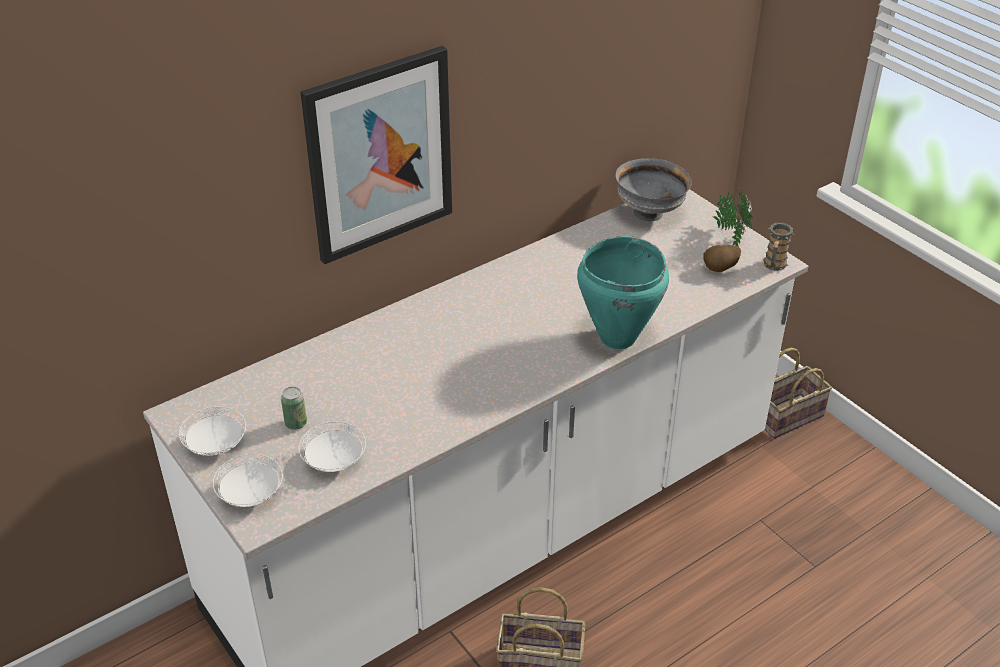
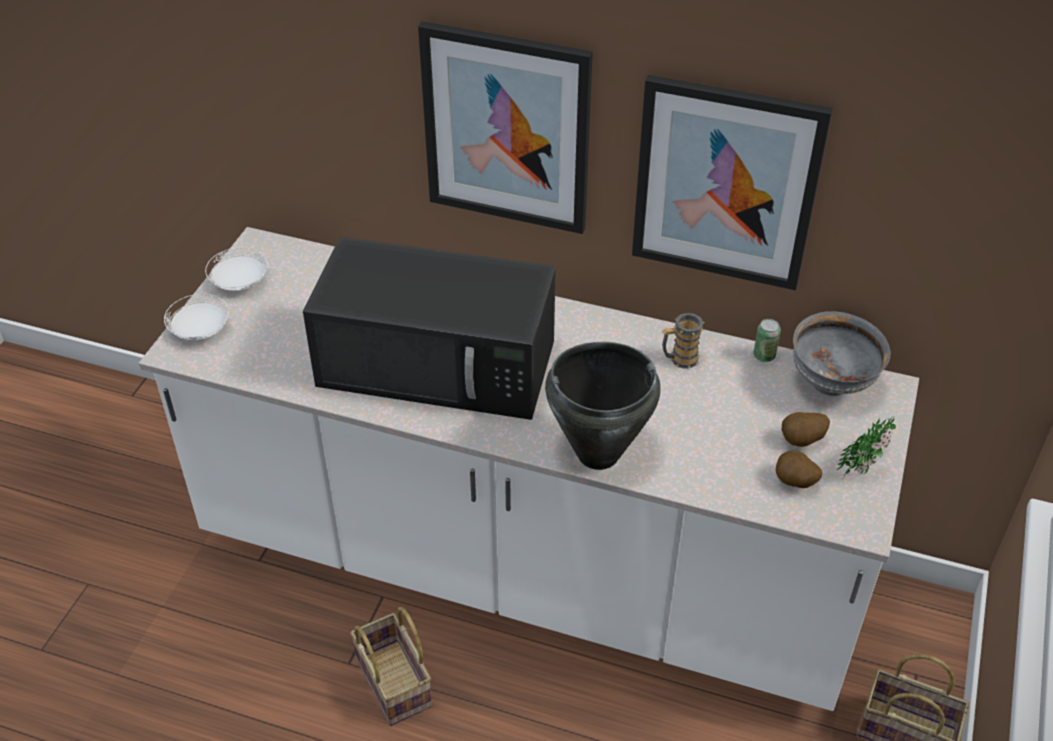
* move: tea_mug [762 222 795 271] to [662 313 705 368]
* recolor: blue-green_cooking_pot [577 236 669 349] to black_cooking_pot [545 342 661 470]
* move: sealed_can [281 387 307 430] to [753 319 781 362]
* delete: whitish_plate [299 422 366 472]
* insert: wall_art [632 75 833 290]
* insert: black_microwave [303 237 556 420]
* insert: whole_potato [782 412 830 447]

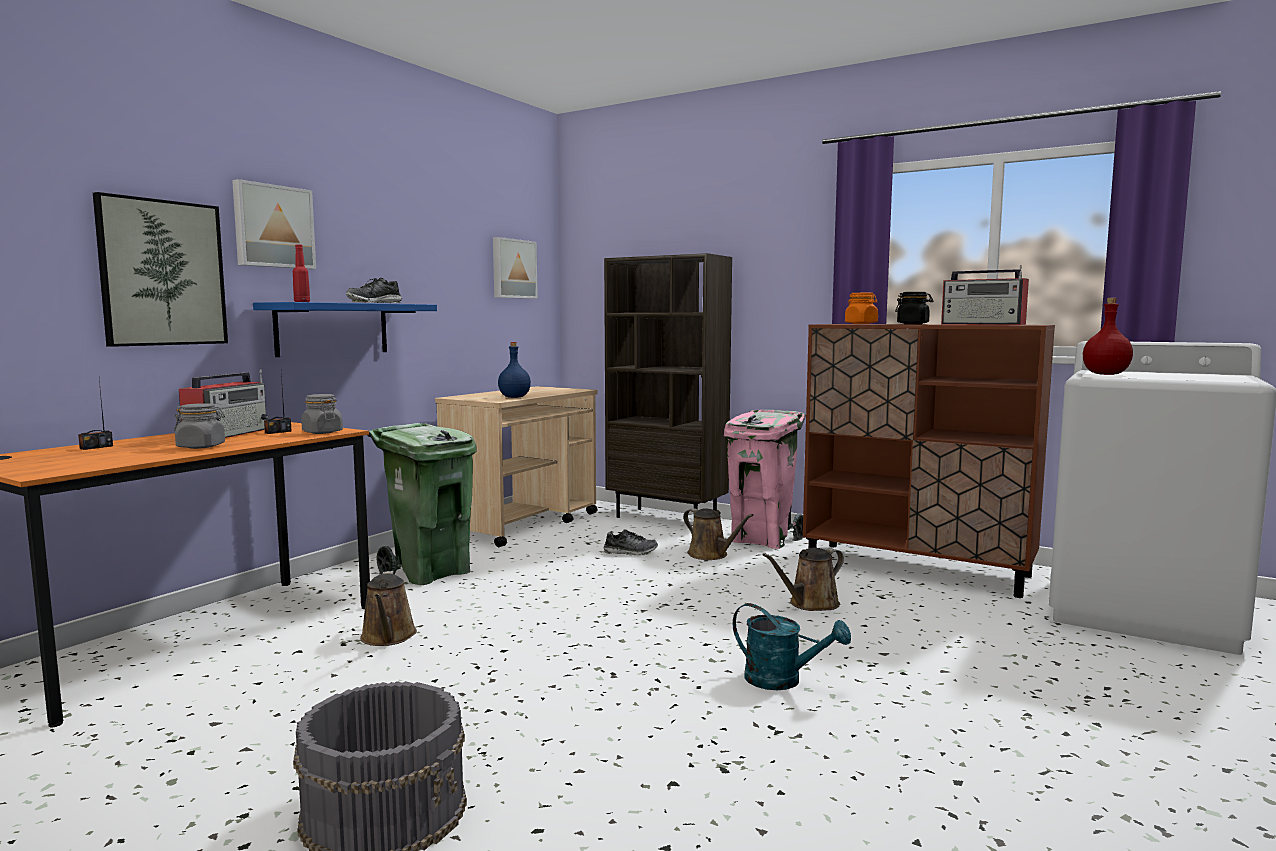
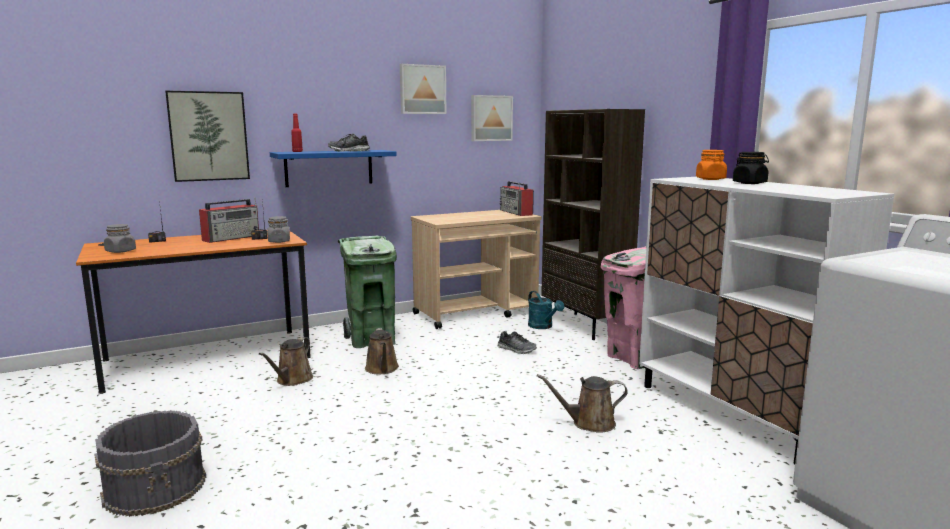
* move: wall_art [232 179 316 269] to [400 64 446 114]
* move: radio_set [941 265 1029 325] to [500 181 534 216]
* delete: red_beverage_bottle [1083 298 1133 375]
* recolor: brownish_storage_cabinet [803 324 1055 598] to whitish_storage_cabinet [639 177 895 464]
* delete: bluish_beverage_bottle [498 342 531 398]
* move: grey_jar [174 403 225 449] to [104 224 136 253]
* move: brownish_watering_pot [683 508 754 560] to [365 328 399 374]
* move: blue-green_watering_pot [733 603 851 690] to [528 291 564 329]

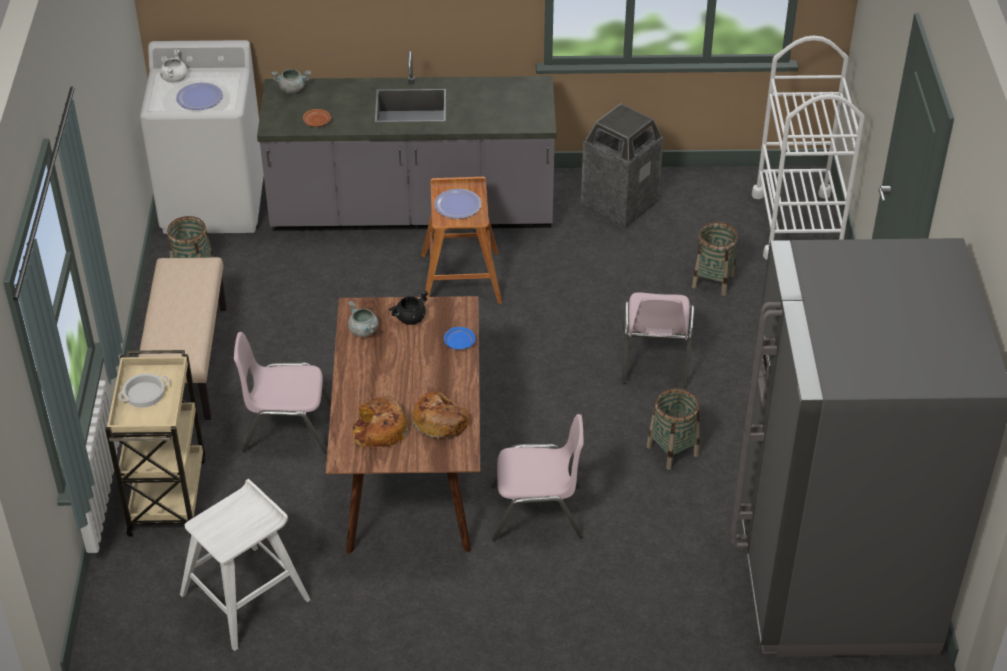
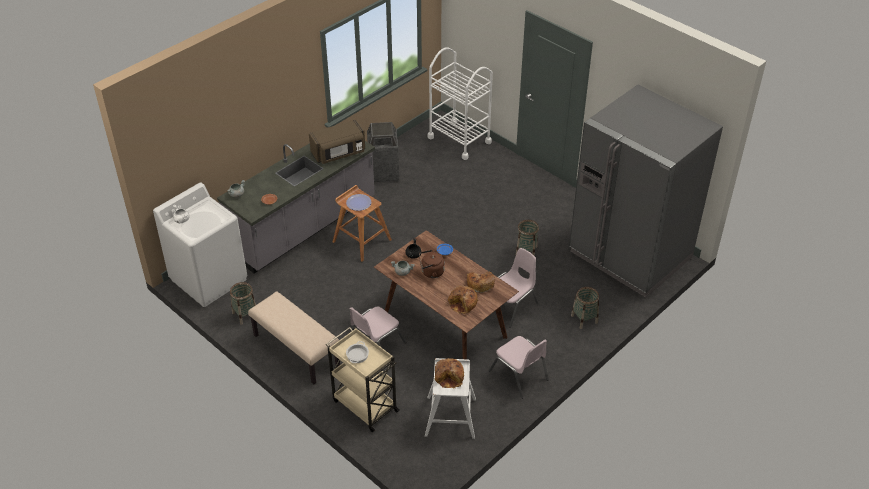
* delete: plate [176 83 223 110]
* move: storage_basket [692 222 738 296] to [571 287 599 329]
* move: pink_chair [622 292 695 388] to [488 336 549 399]
* insert: brownish_microwave [309 119 365 164]
* insert: brownish_tea_kettle [419 250 445 278]
* insert: bread [435 358 464 388]

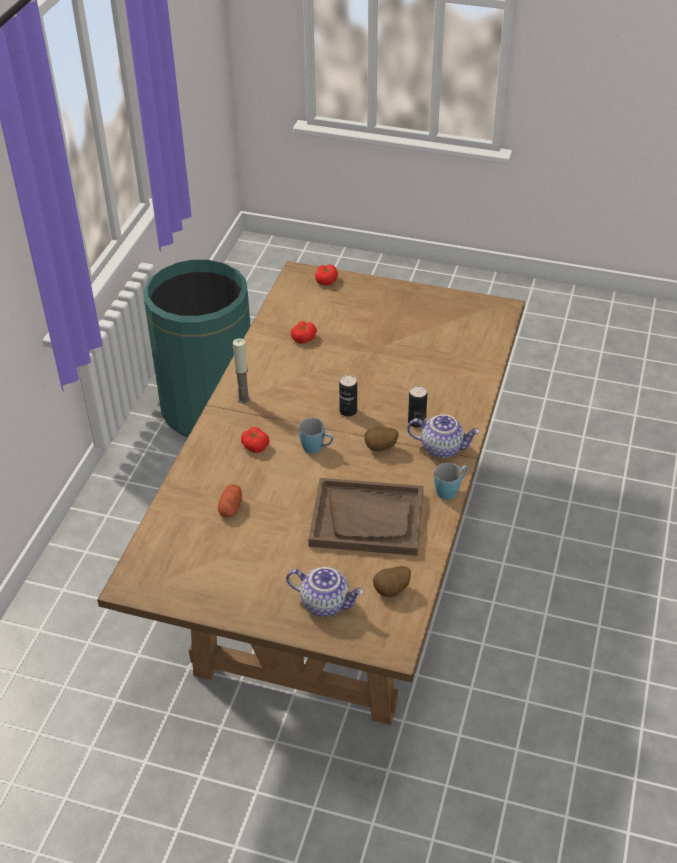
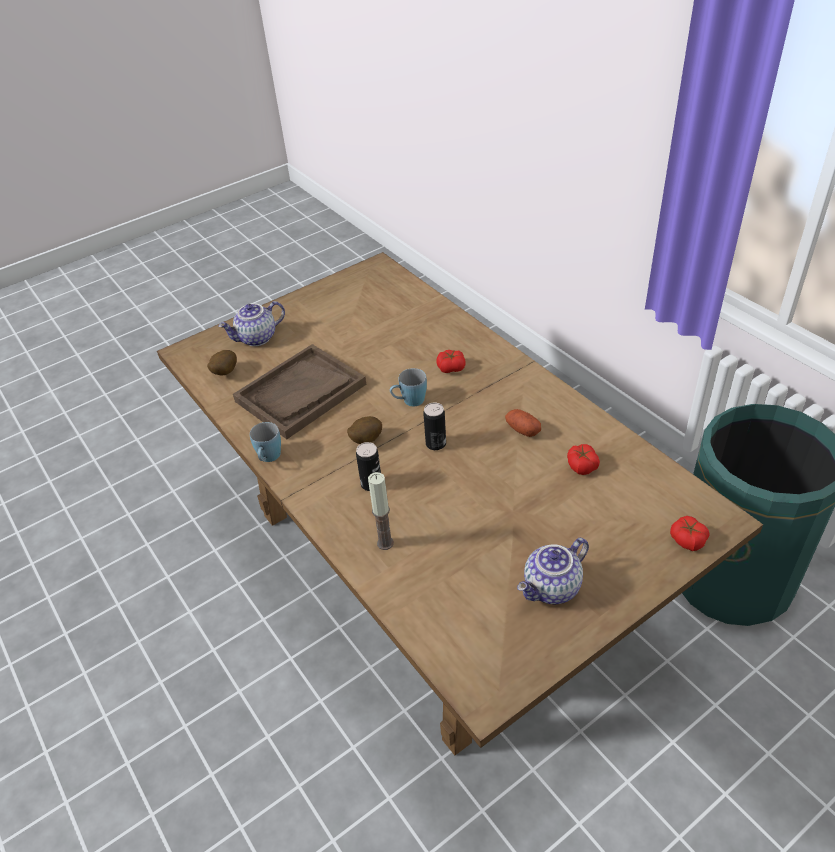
* move: wax_light [233 338 250 404] to [368 472 394 550]
* move: teapot [407 414 480 458] to [517 538 589 604]
* move: whole_potato [218 484 242 517] to [505 409 541 437]

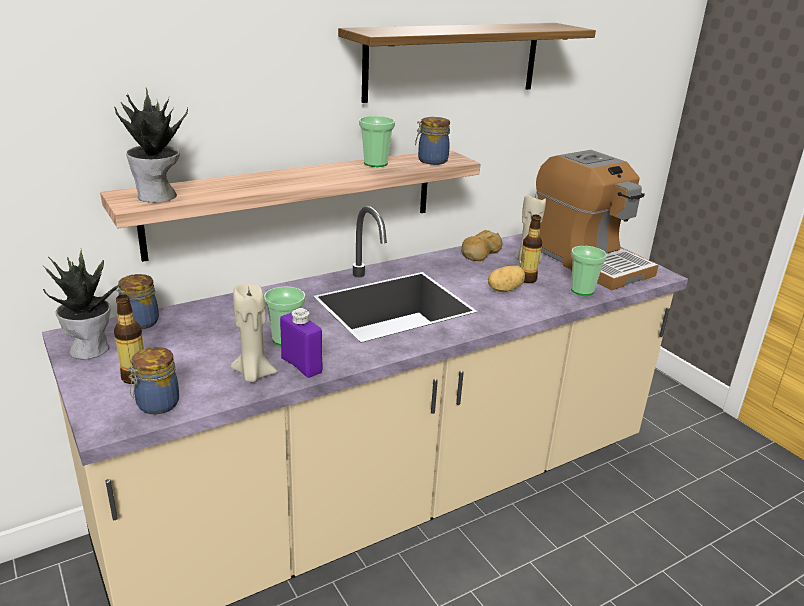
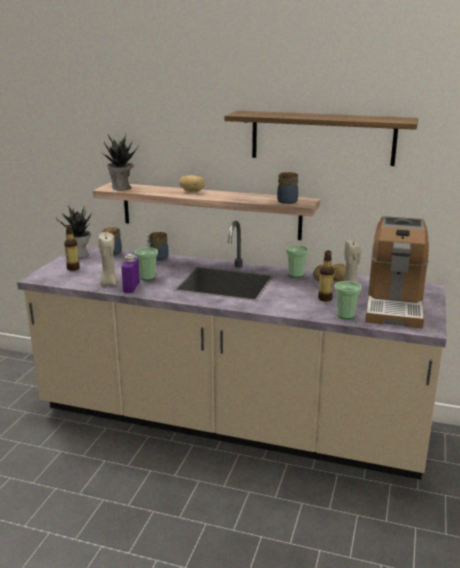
* move: cup [359 116 395 167] to [286 245 309 277]
* move: whole_potato [488 266 525 292] to [179 175 205 192]
* move: jar [127 347 179 414] to [147 232 169 261]

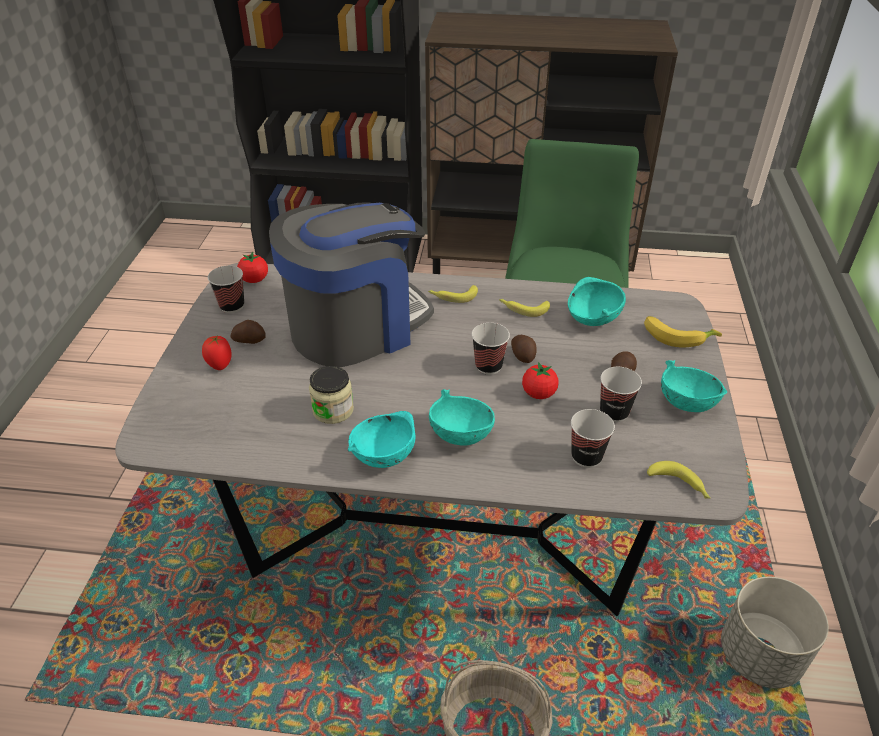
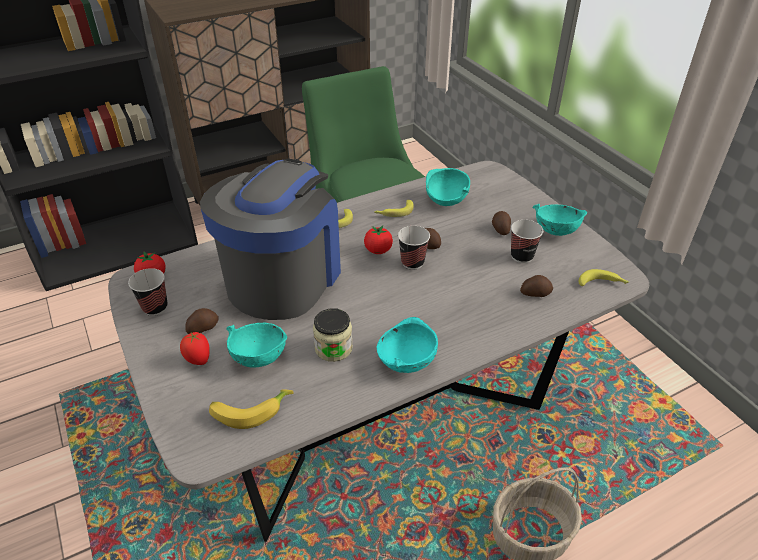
* move: banana [644 316 722 347] to [209 389 294 429]
* move: fresh_tomato [522 362 559 399] to [364 226 393 254]
* move: blue-green_bowl [429 389 495 446] to [226 323 287 368]
* replace: cup [571 409 615 468] to whole_potato [520 275 553 297]
* delete: grey_plant_pot [721 577 829 688]

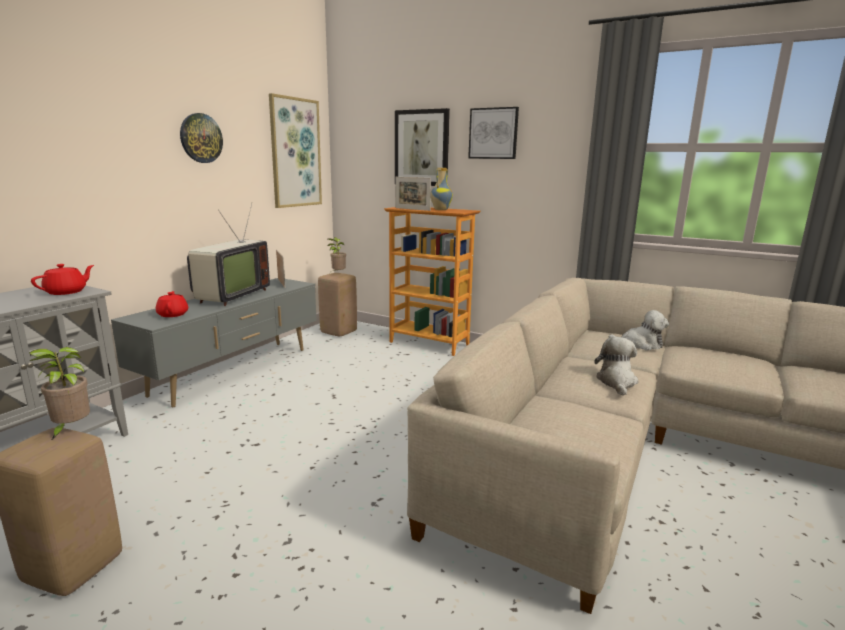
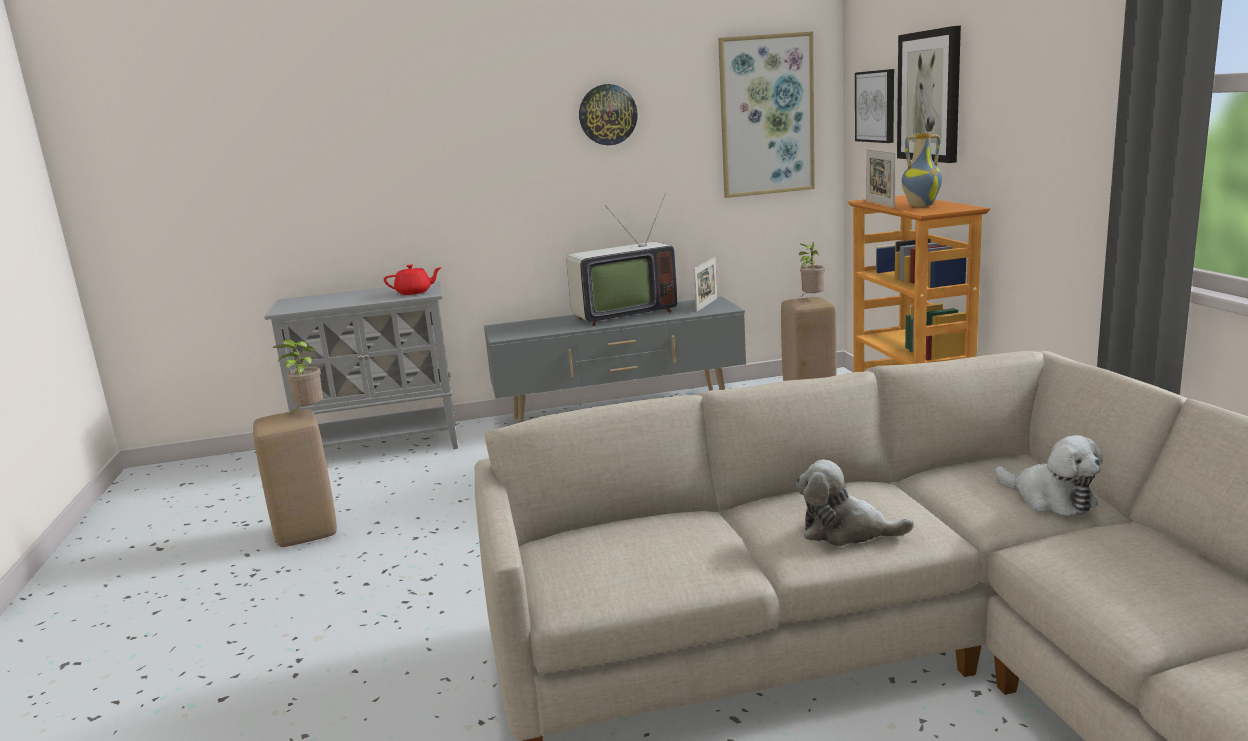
* move: wall_art [468 107 519 159] to [855 69 894 143]
* delete: red_teapot [156 291 188 317]
* rotate: plush_toy [595 337 638 396] = [796 459 914 546] 135 degrees counterclockwise

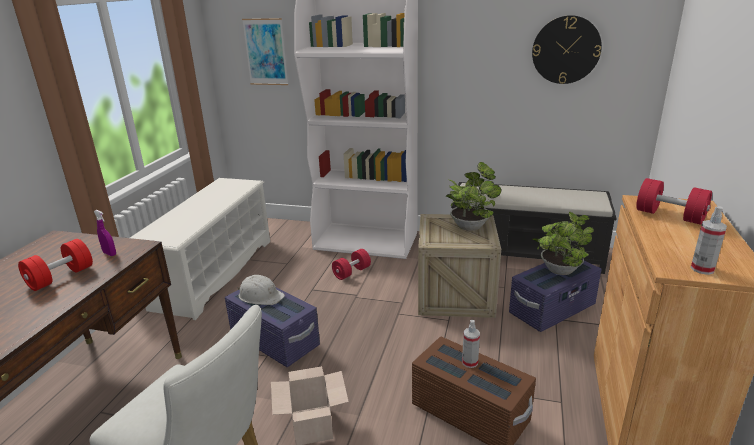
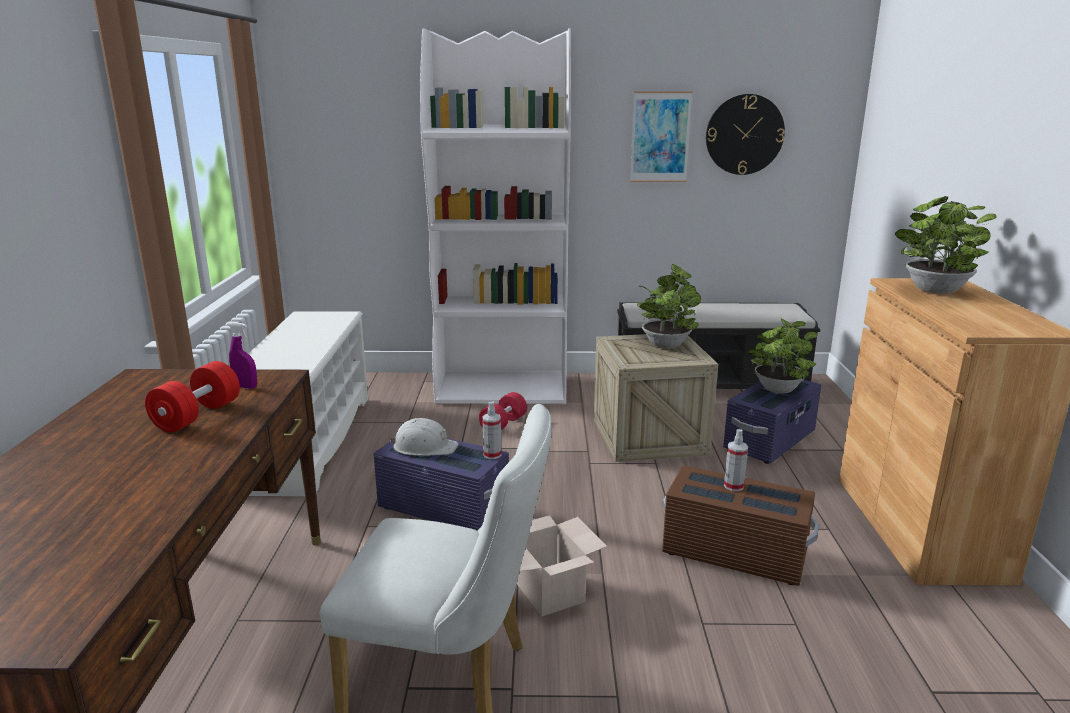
* move: wall_art [242 18 288 85] to [630 91 692 182]
* replace: red_free_weight [636 178 712 225] to plant_in_a_pot [895 196 997 294]
* move: spray_bottle [691 206 727 275] to [482 402 501 459]

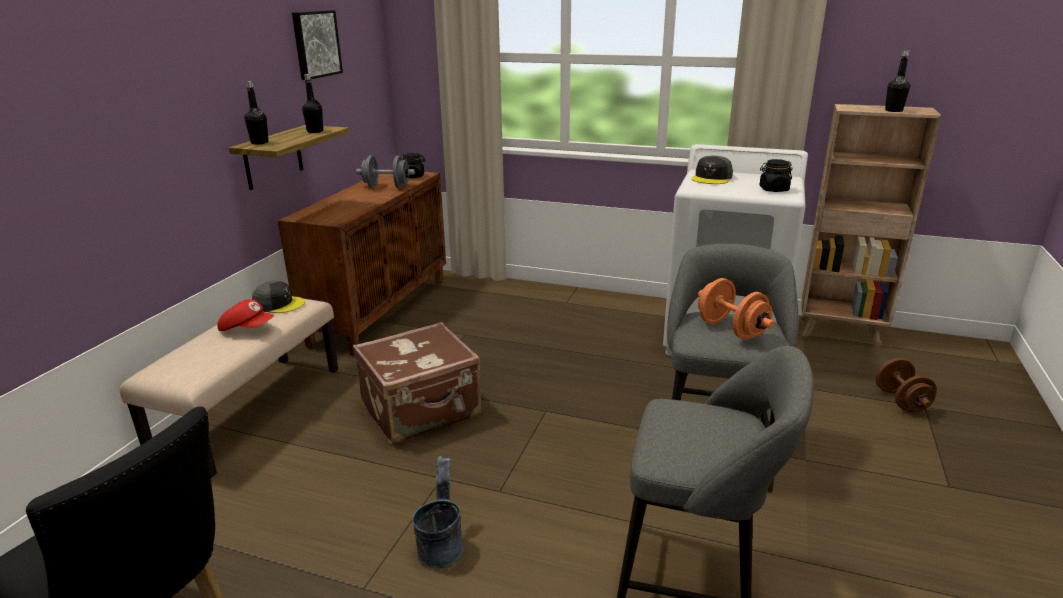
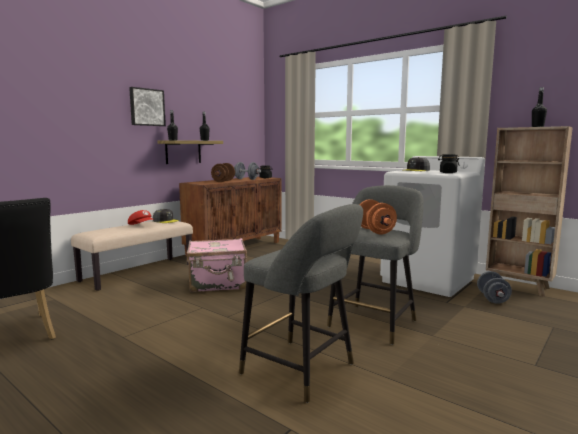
* move: wall_art [292 10 343 80] to [129 87 166 126]
* recolor: brownish_piece_of_luggage [353 322 481 444] to pink_piece_of_luggage [187 238 247 292]
* move: brownish_free_weight [876 358 937 412] to [211 163 235 182]
* delete: grey_water_bucket [413 456 463 568]
* insert: grey_free_weight [477 271 512 304]

